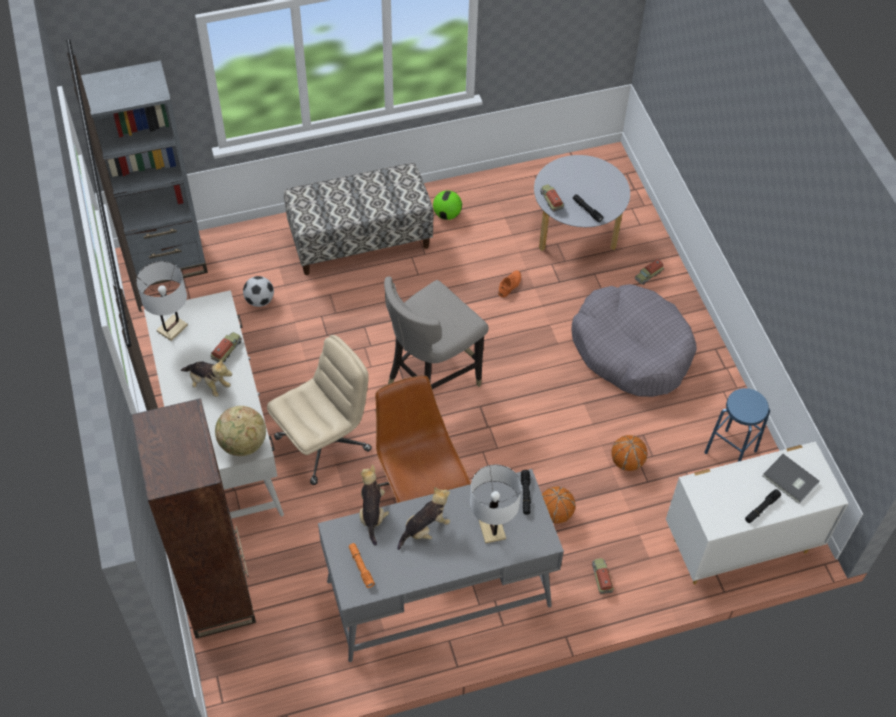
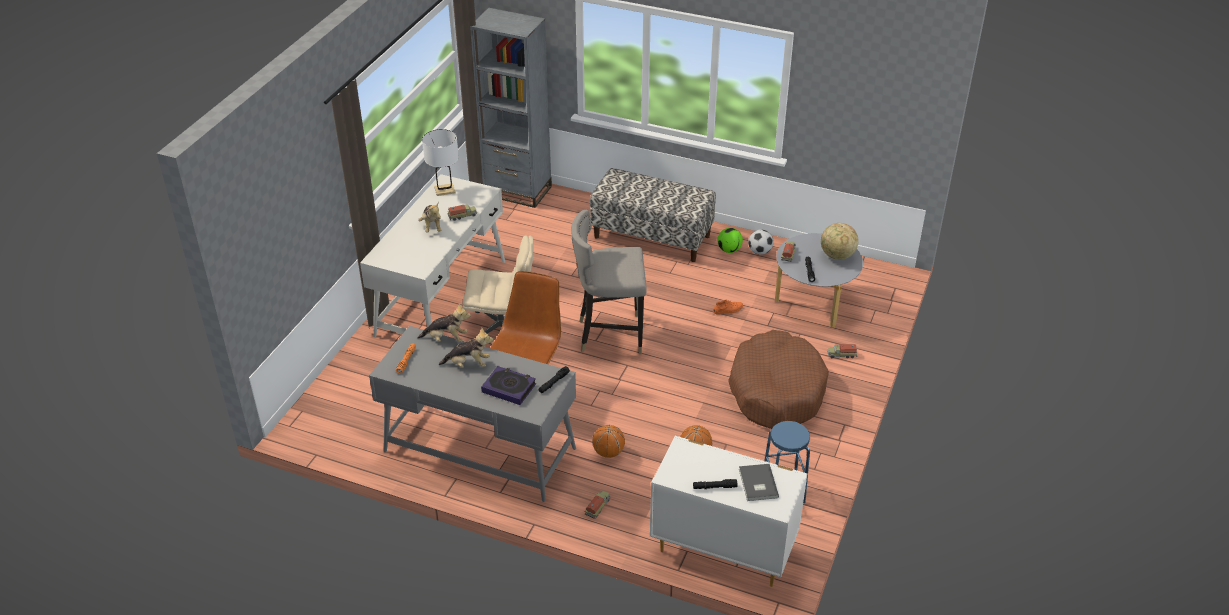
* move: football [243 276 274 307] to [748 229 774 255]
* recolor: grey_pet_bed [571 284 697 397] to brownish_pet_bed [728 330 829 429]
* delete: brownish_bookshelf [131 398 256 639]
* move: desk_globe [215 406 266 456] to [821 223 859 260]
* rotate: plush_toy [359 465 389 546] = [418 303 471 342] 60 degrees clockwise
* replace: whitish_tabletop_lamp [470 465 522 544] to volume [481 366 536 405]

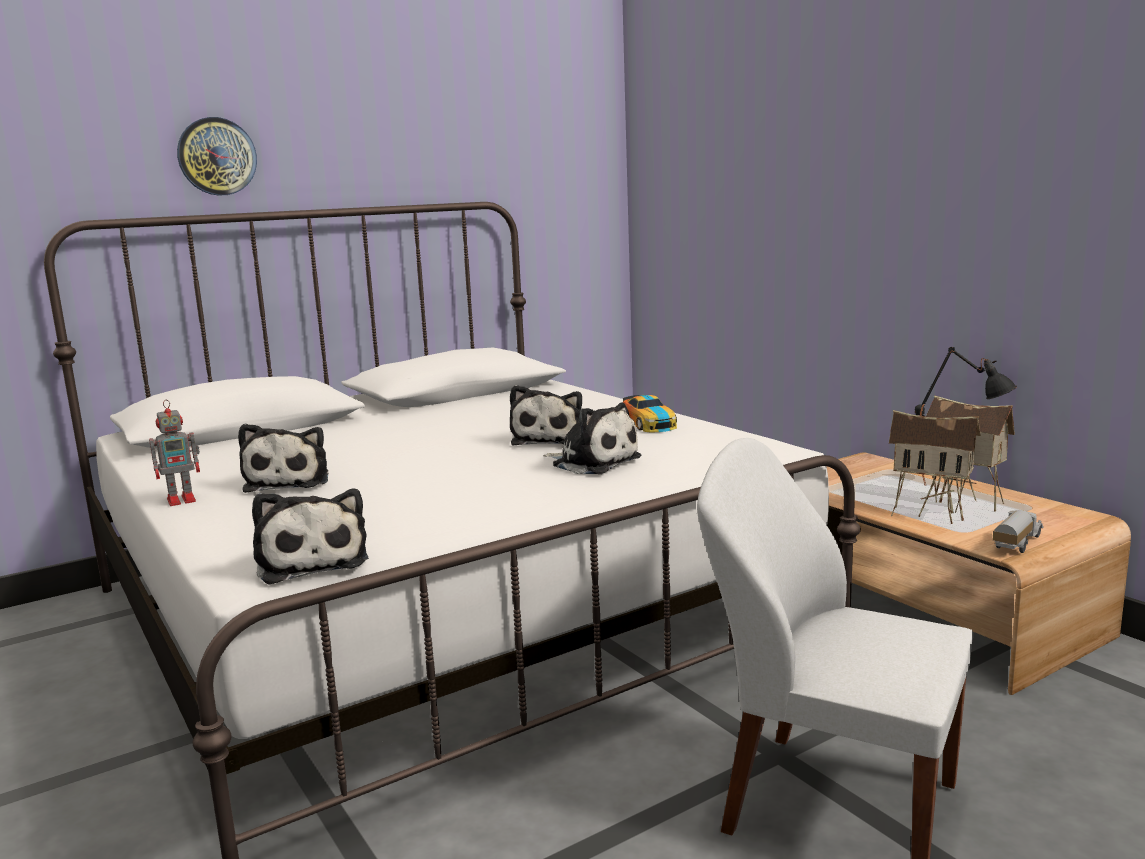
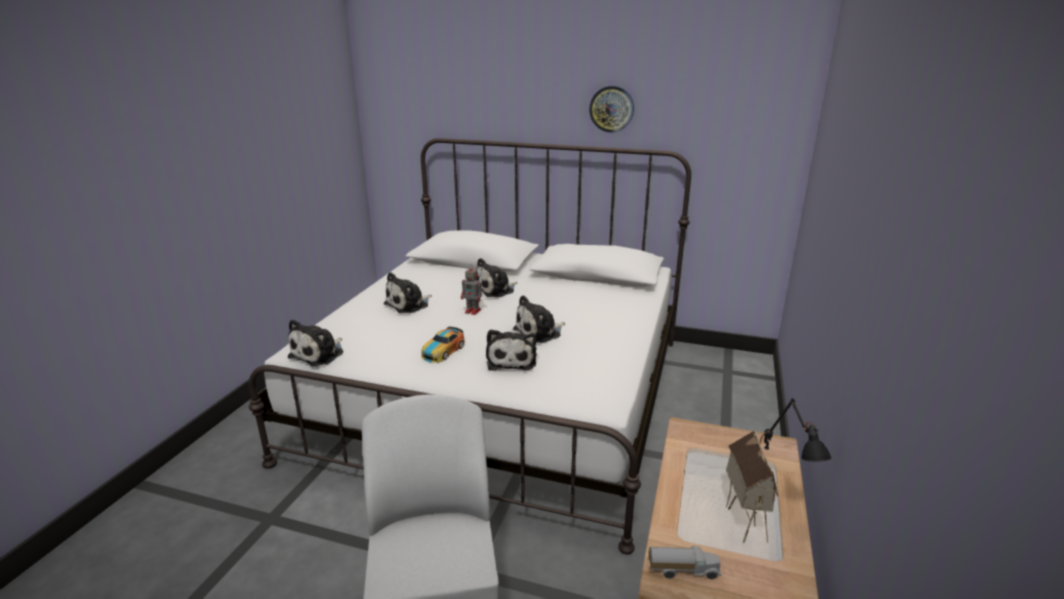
* move: hanging_clock [177 117 257 196] to [589 86 634 132]
* move: model_car [623 395 677 432] to [421 327 464 363]
* move: model_robot [149 400 200 506] to [461 264 484 315]
* delete: toy_house [889 410 981 524]
* insert: plush_toy [475 258 517 298]

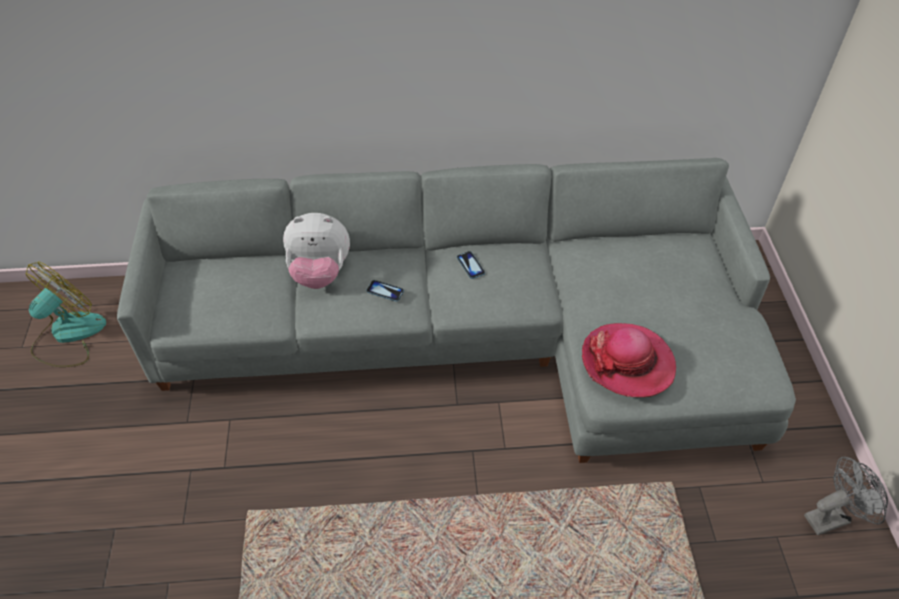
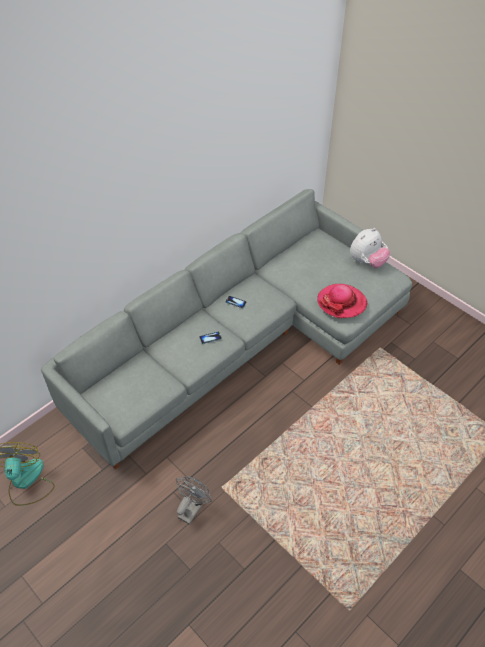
* move: plush_toy [283 213 350 289] to [350 228 391 268]
* move: grey_cooling_fan [804 457 888 535] to [176 476 212 525]

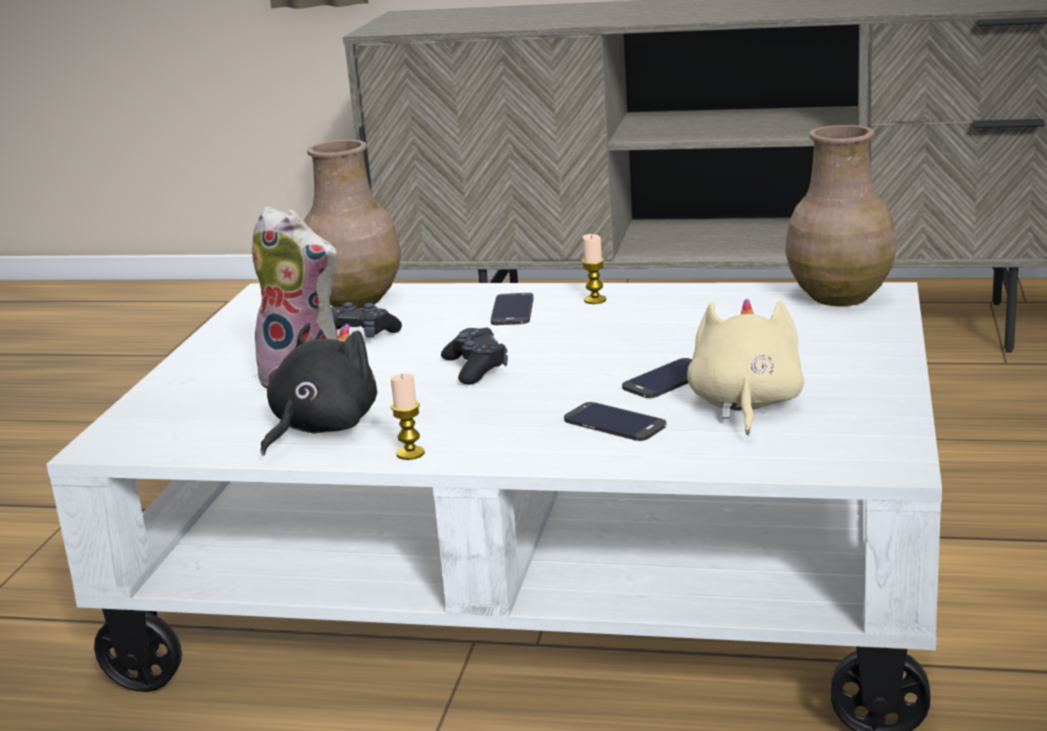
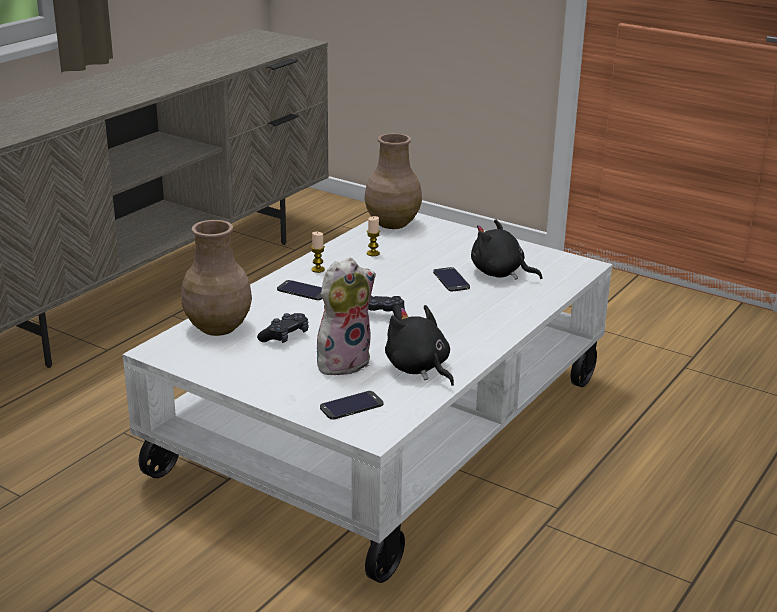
* recolor: sand-coloured_plush_toy [687 298 804 435] to black_plush_toy [471 219 542 280]
* move: wax_light [391 374 425 460] to [367 216 380 256]
* move: telephone [564 402 666 441] to [320 391 383 420]

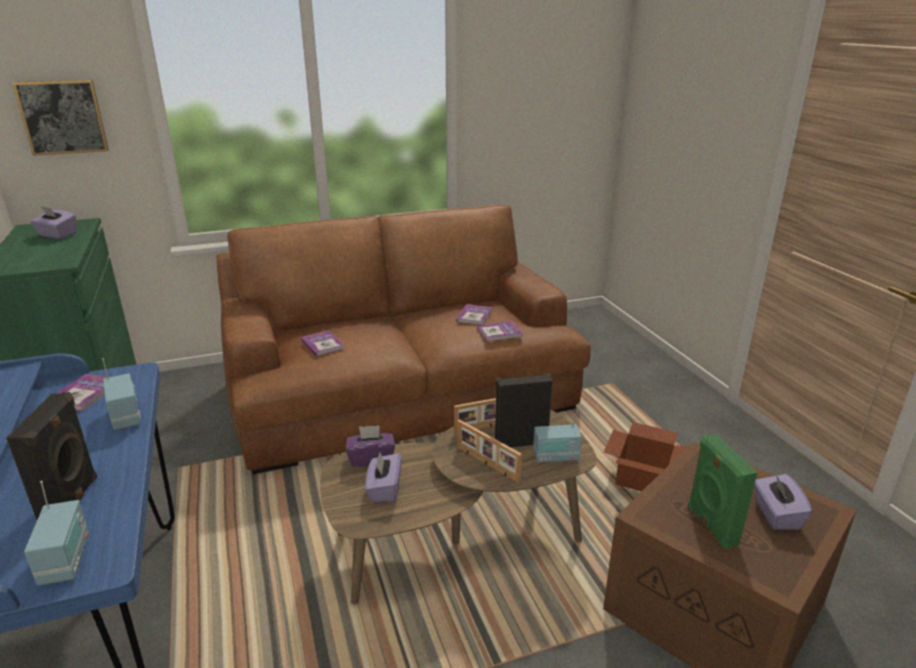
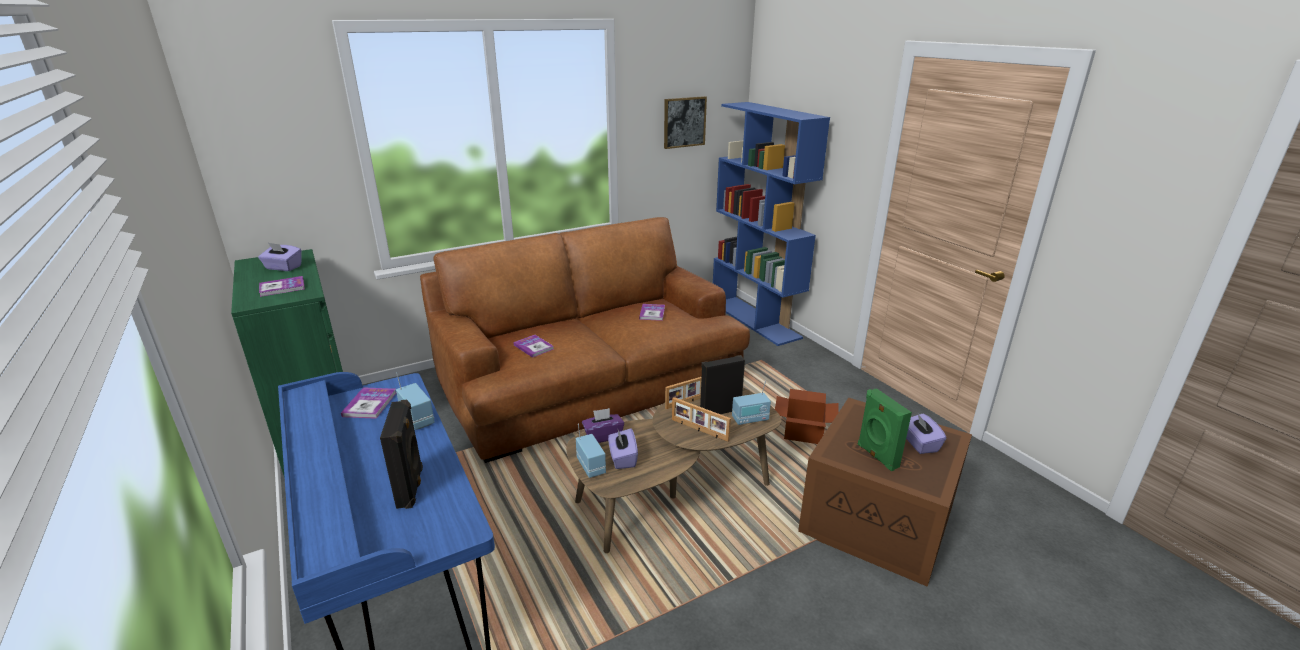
* move: wall_art [12 80 109 156] to [664 96 707 149]
* move: volume [477 321 524 342] to [259 276 305 297]
* move: radio_set [24 481 89 585] to [576 424 606 478]
* insert: bluish_bookshelf [713 102 830 346]

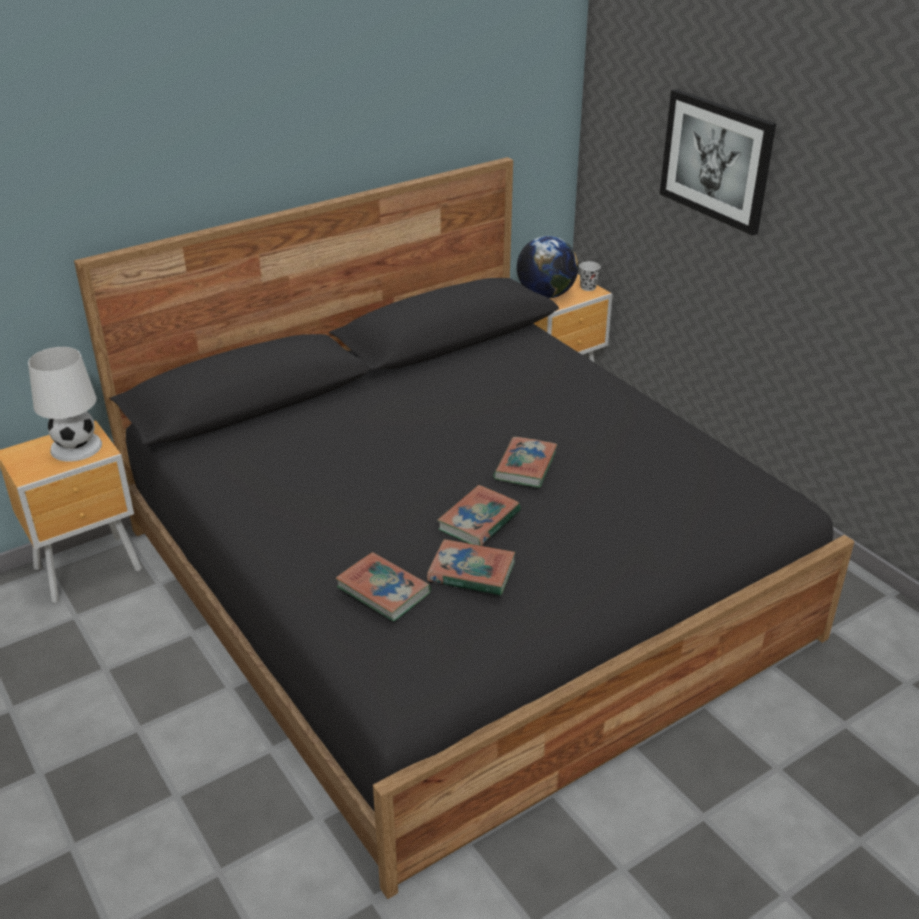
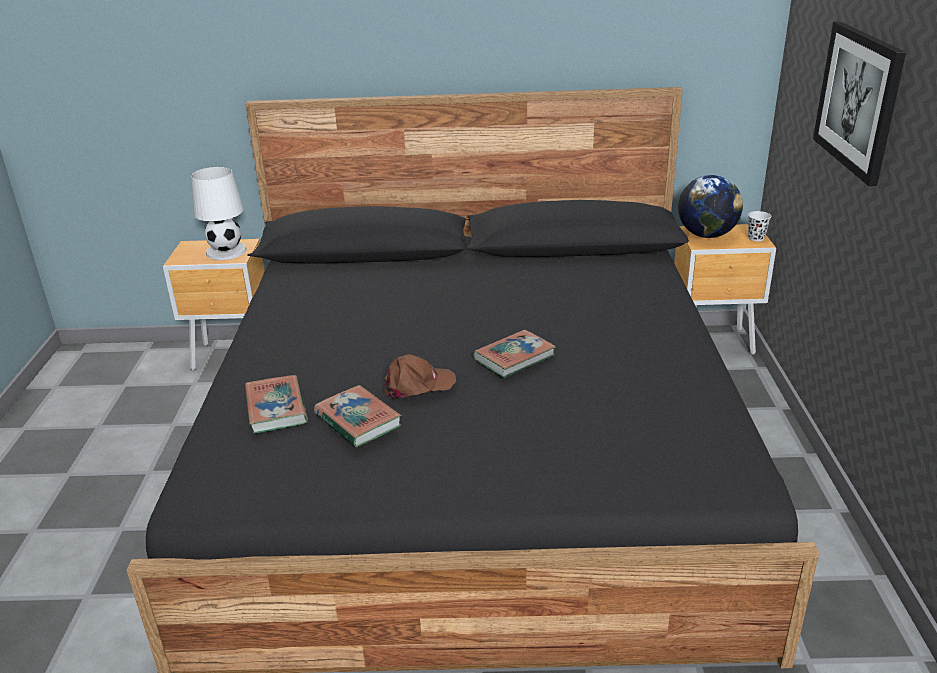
* replace: volume [437 485 521 546] to brownish_peaked_cap [383 354 456 400]

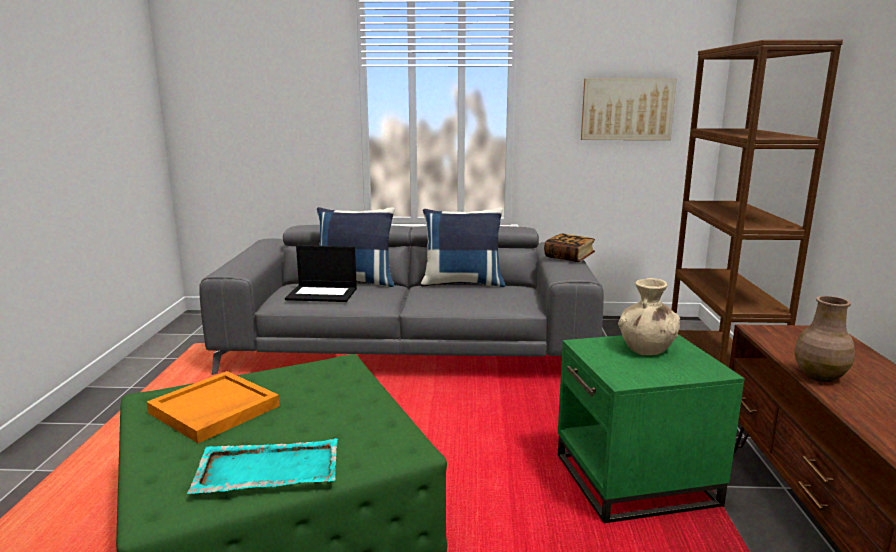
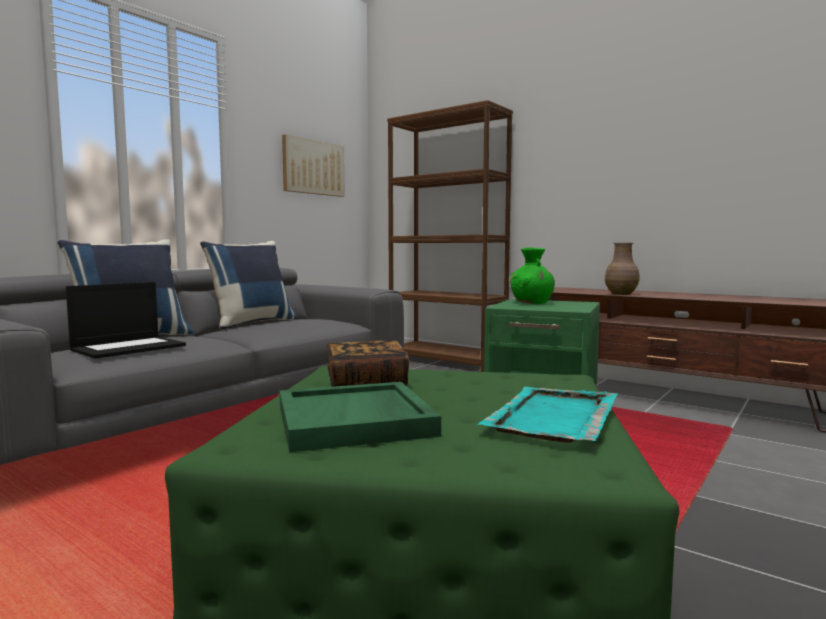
* move: volume [544 233 595 262] to [326 340 409 387]
* recolor: sand-coloured_vase [618 278 680 355] to green-coloured_vase [510 248 555 304]
* recolor: orange-coloured_tray [146 371 280 443] to green-coloured_tray [279 382 441 452]

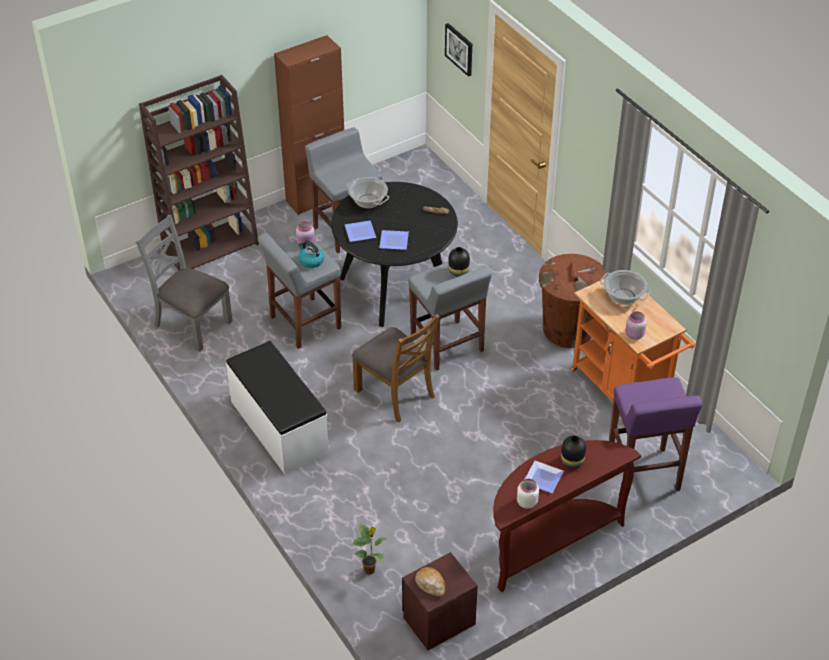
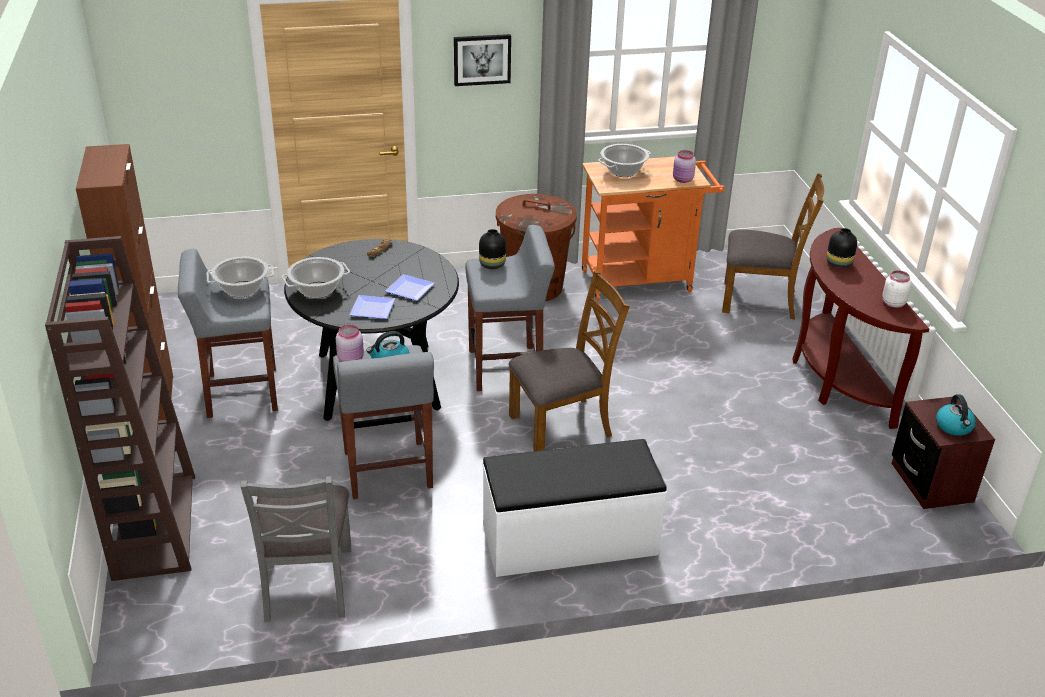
* move: wall_art [445 23 472 77] to [454 34 511 86]
* rotate: grey_chair [136 215 233 352] = [241 477 351 622] 60 degrees counterclockwise
* replace: purple_stool [609 377 702 491] to brownish_chair [722 173 824 319]
* delete: plate [525 461 564 493]
* delete: plant_in_a_pot [351 524 387 575]
* replace: bread [415 567 446 597] to tea_kettle [936 395 976 436]
* insert: cooking_pot [207 256 274 297]

